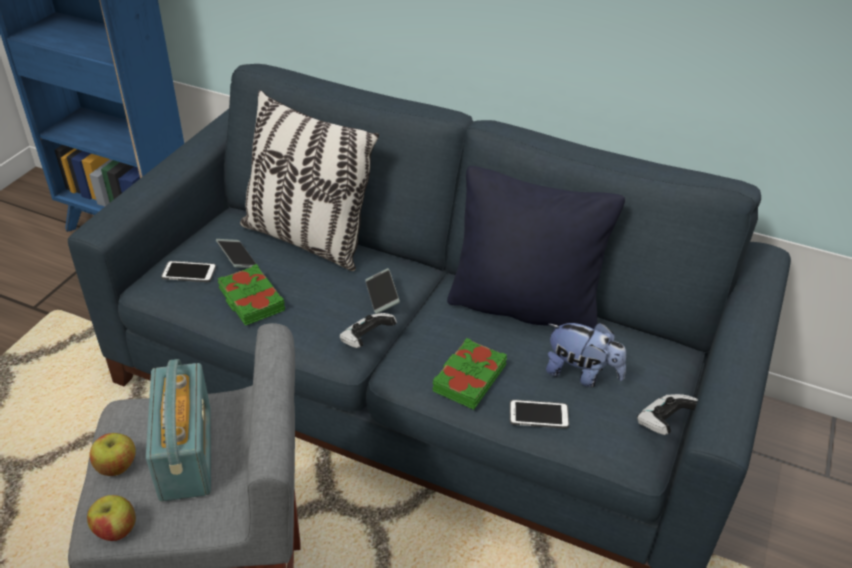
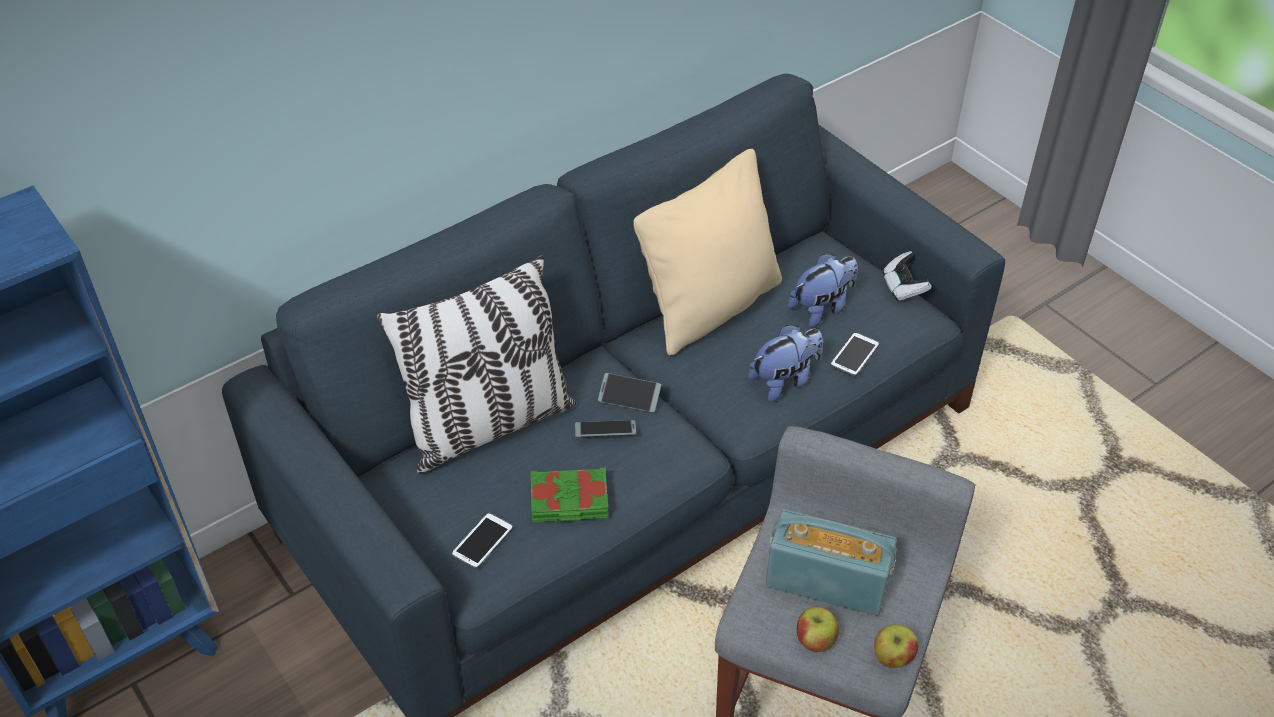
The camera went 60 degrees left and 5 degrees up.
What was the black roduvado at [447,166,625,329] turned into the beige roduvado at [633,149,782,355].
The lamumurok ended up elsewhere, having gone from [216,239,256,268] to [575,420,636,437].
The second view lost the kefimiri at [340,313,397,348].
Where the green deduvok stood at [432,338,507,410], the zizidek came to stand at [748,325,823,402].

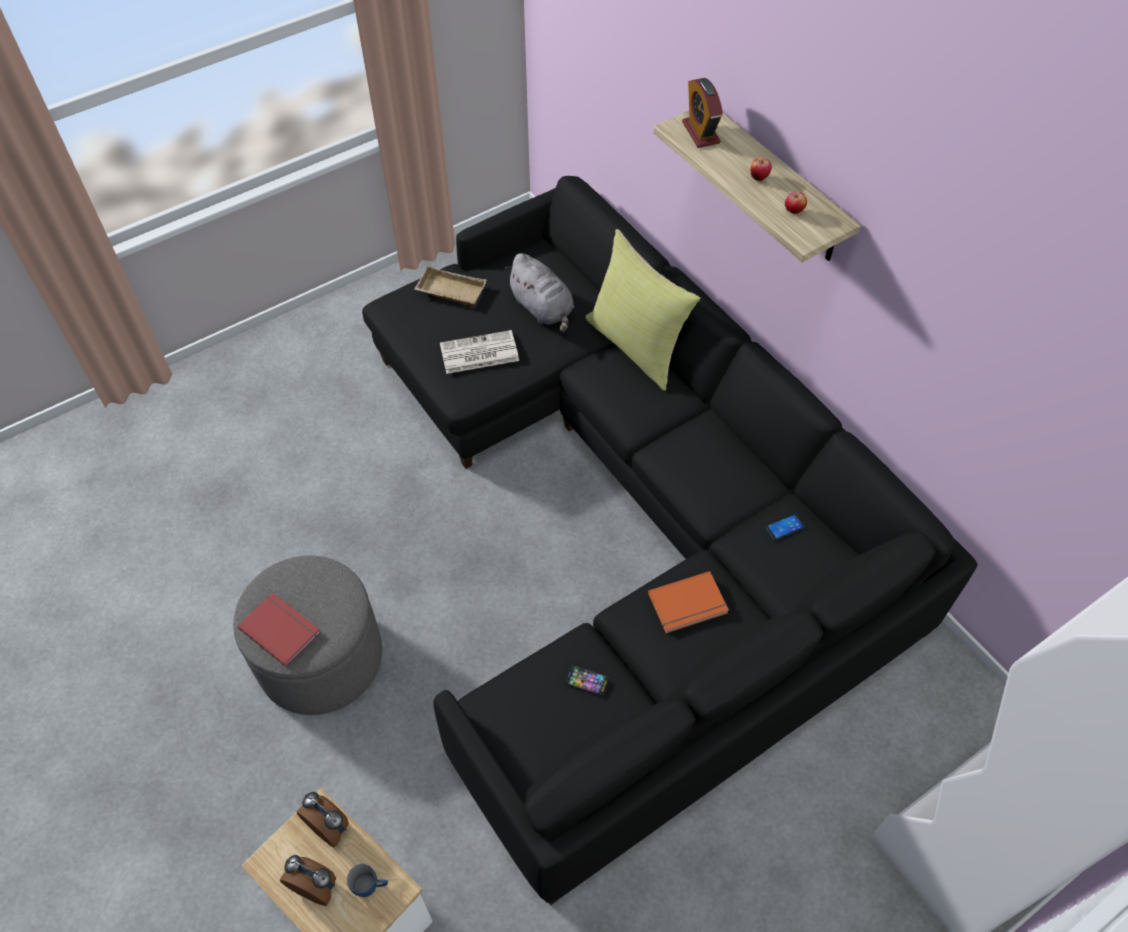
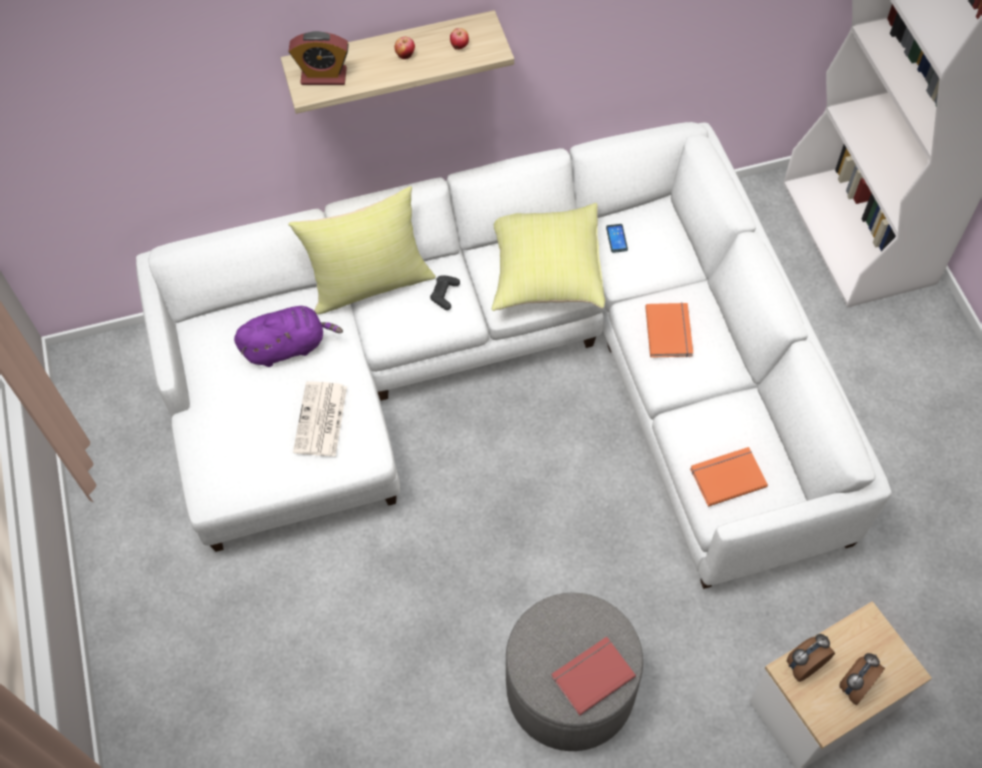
The camera went 70 degrees left and 5 degrees up.
What was the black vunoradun at [362,176,977,906] turned into the white vunoradun at [136,122,892,589].
What was the grey zizidek at [505,253,574,332] turned into the purple zizidek at [234,306,343,367].
The second view lost the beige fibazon at [414,266,487,306].
The second view lost the lamumurok at [565,666,609,696].
The second view lost the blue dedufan at [347,864,388,897].
The second view gained the yellow roduvado at [492,203,605,311].
The second view gained the black kefimiri at [430,275,460,310].
The second view gained the orange deduvok at [690,447,768,507].

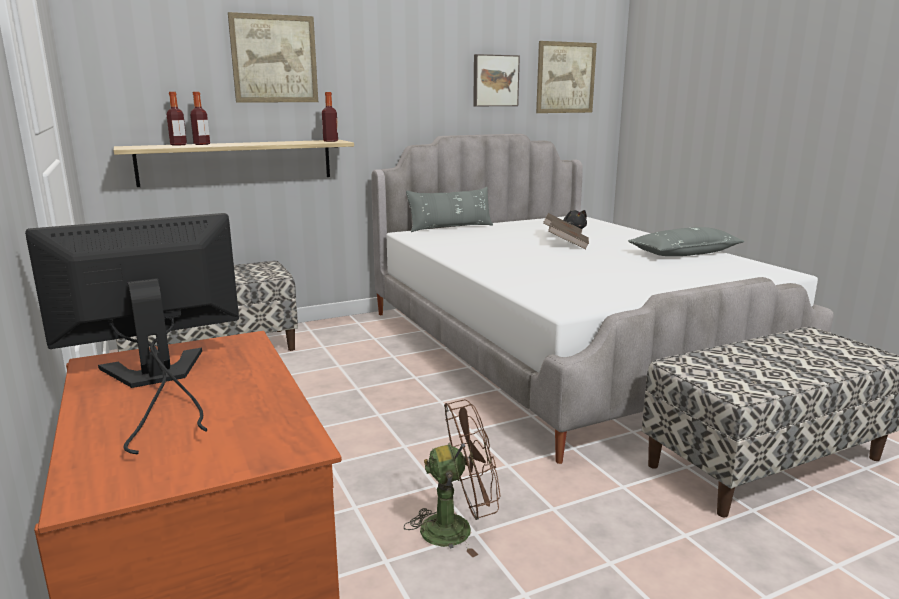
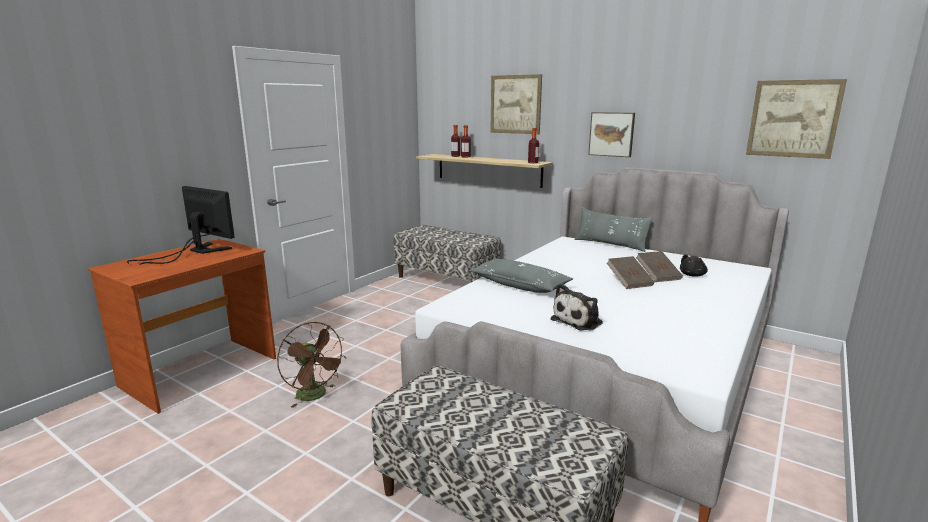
The camera went 60 degrees right and 0 degrees up.
The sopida ended up elsewhere, having gone from [473,54,520,106] to [588,112,635,157].
The grey roduvado ended up elsewhere, having gone from [628,227,745,256] to [469,259,573,293].
The second view gained the zizidek at [551,284,603,331].

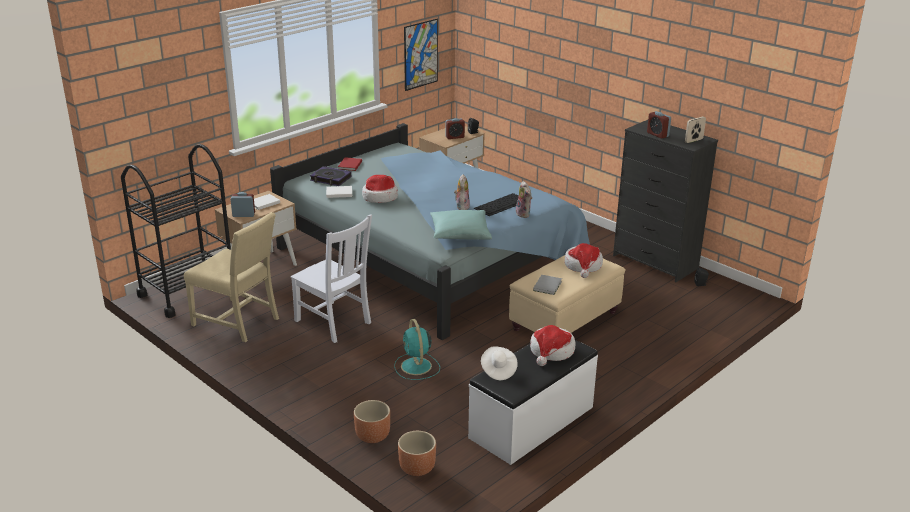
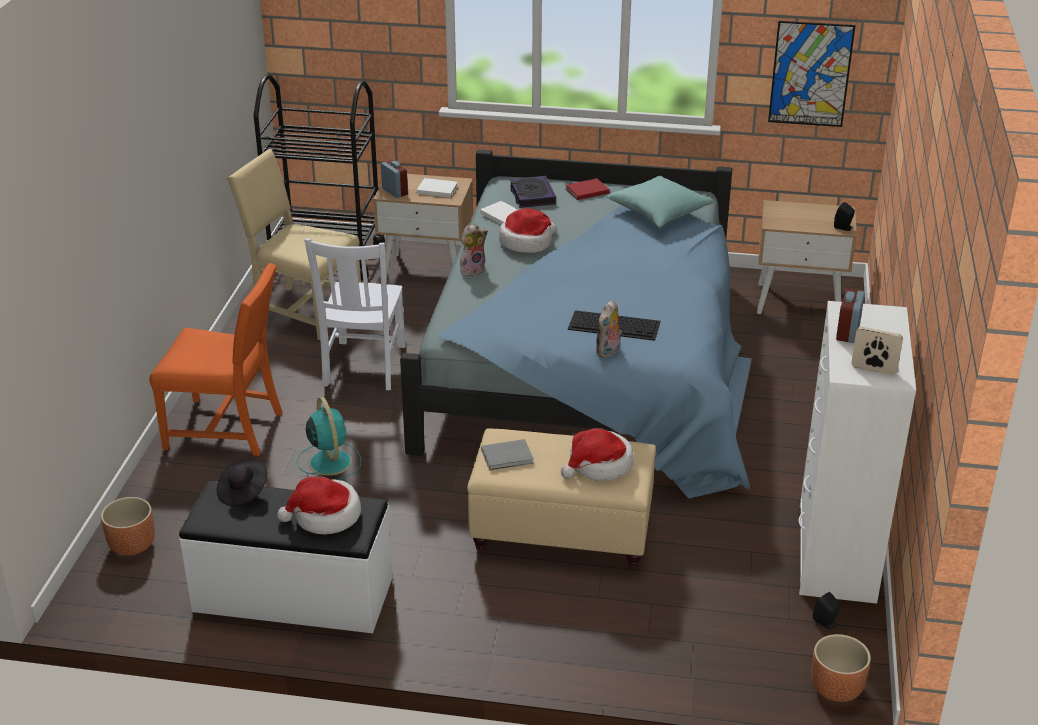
The camera went 55 degrees right and 5 degrees up.
The second view lost the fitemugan at [445,118,465,139].
What was the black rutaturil at [613,120,718,282] turned into the white rutaturil at [799,301,916,603].
The zizidek ended up elsewhere, having gone from [454,174,470,210] to [460,224,488,276].
The turquoise roduvado ended up elsewhere, having gone from [430,210,492,240] to [606,176,714,228].
The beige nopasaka at [184,212,279,342] ended up facing another way, 120 degrees clockwise from before.
The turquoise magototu at [394,319,440,380] ended up facing another way, 120 degrees clockwise from before.
What was the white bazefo at [481,346,518,380] turned into the black bazefo at [217,459,267,507].
The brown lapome ended up elsewhere, having gone from [354,400,390,443] to [811,634,871,702].
The second view gained the orange nopasaka at [150,263,283,456].

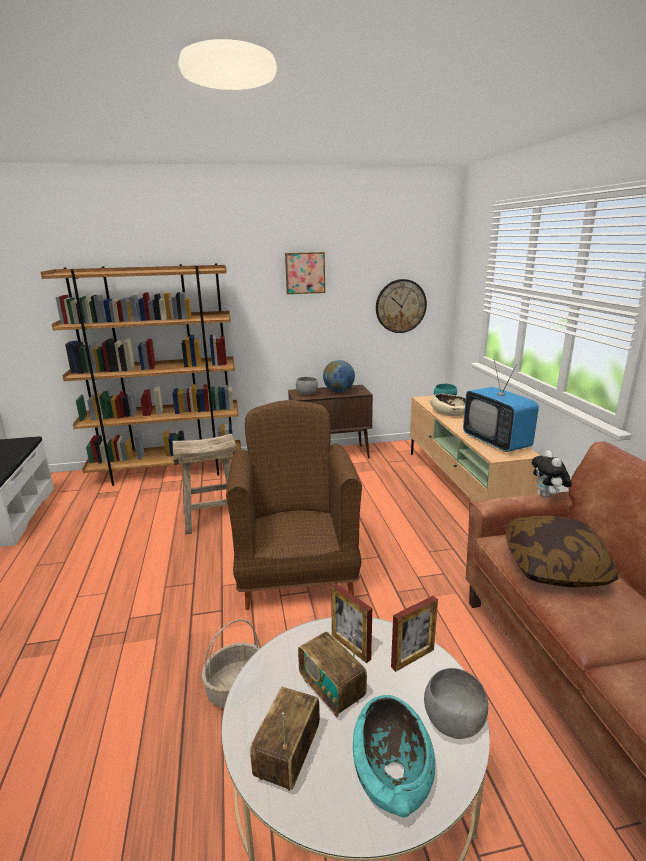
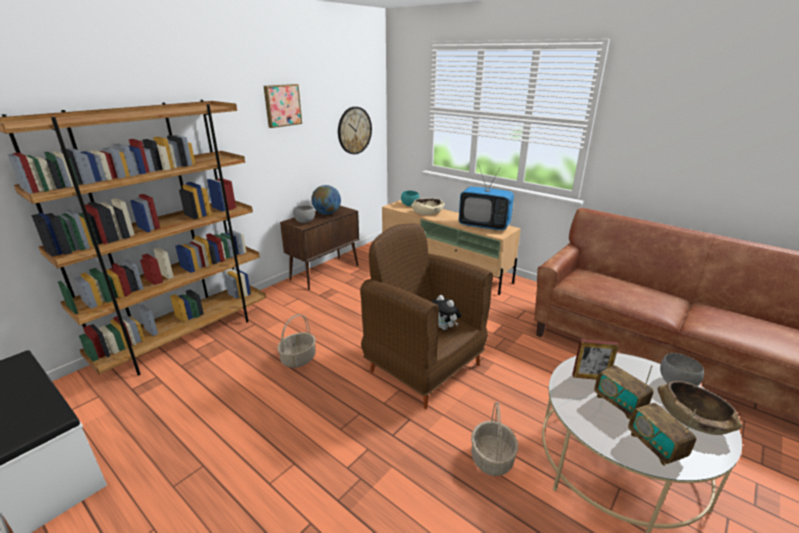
The camera went 40 degrees left and 5 degrees up.
Where the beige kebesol stood at [172,434,237,535], the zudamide came to stand at [277,314,316,368].
The zizidek ended up elsewhere, having gone from [532,450,572,498] to [432,295,461,330].
The second view lost the roduvado at [505,516,618,587].
The second view lost the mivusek at [391,596,438,672].
The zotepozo at [298,632,367,717] ended up facing another way, 45 degrees clockwise from before.
What was the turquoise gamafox at [353,695,435,817] turned into the brown gamafox at [658,381,742,435].

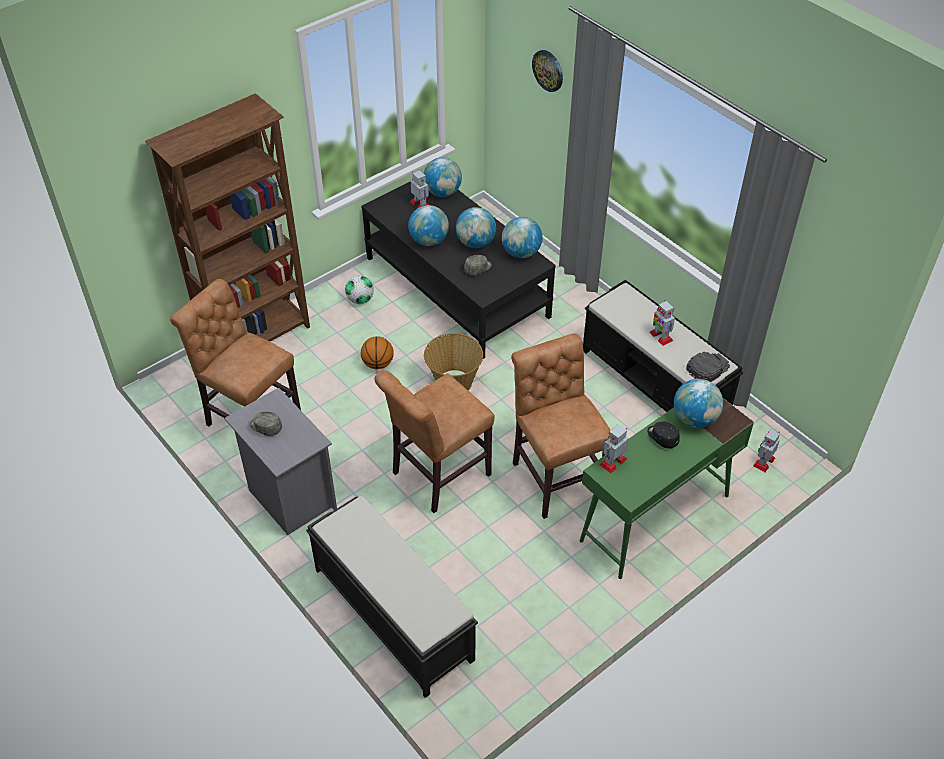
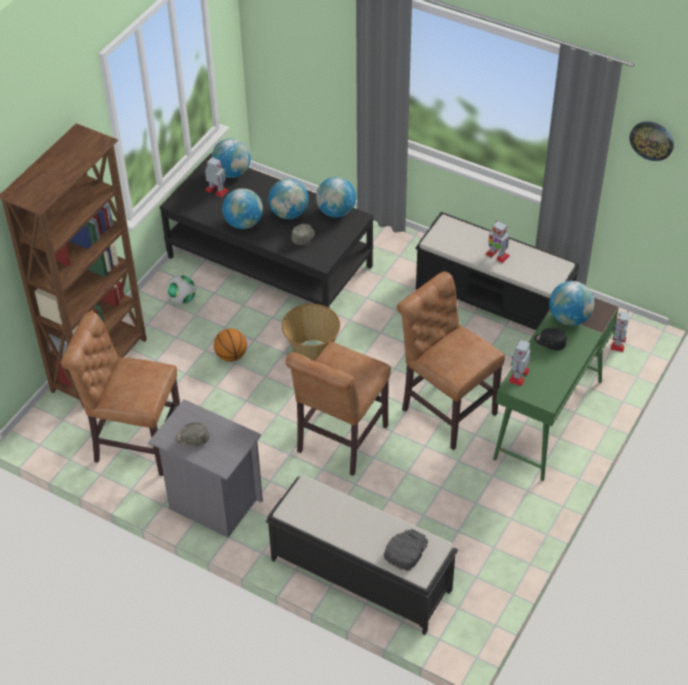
The camera went 20 degrees left and 0 degrees up.
The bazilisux ended up elsewhere, having gone from [532,50,563,92] to [629,121,674,161].
The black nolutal ended up elsewhere, having gone from [686,352,730,382] to [384,529,428,571].

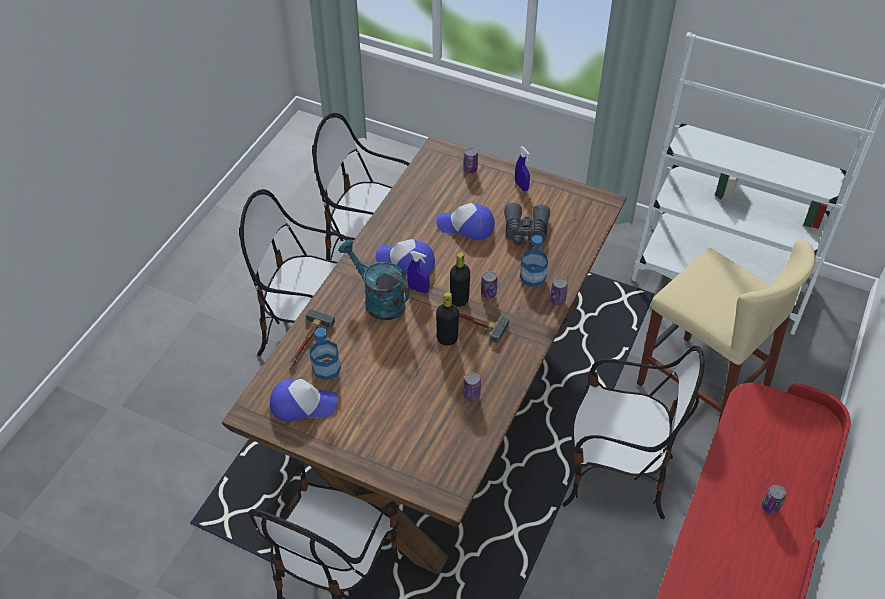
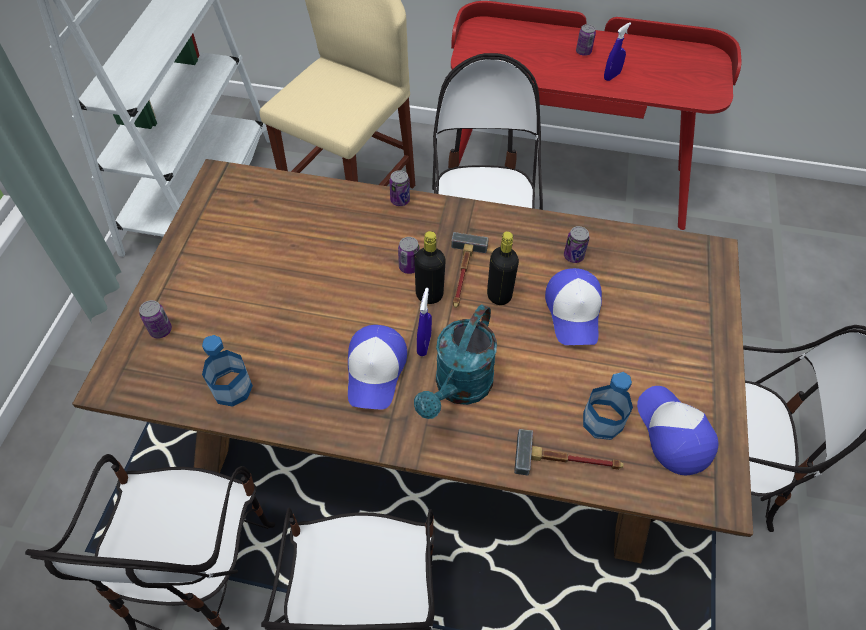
The camera went 105 degrees left and 5 degrees up.
The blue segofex ended up elsewhere, having gone from [515,146,530,191] to [604,22,631,81].
The nolutal ended up elsewhere, having gone from [436,203,495,240] to [545,268,602,345].
The second view lost the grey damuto at [504,203,550,247].
The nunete ended up elsewhere, having gone from [520,235,548,287] to [202,335,253,407].

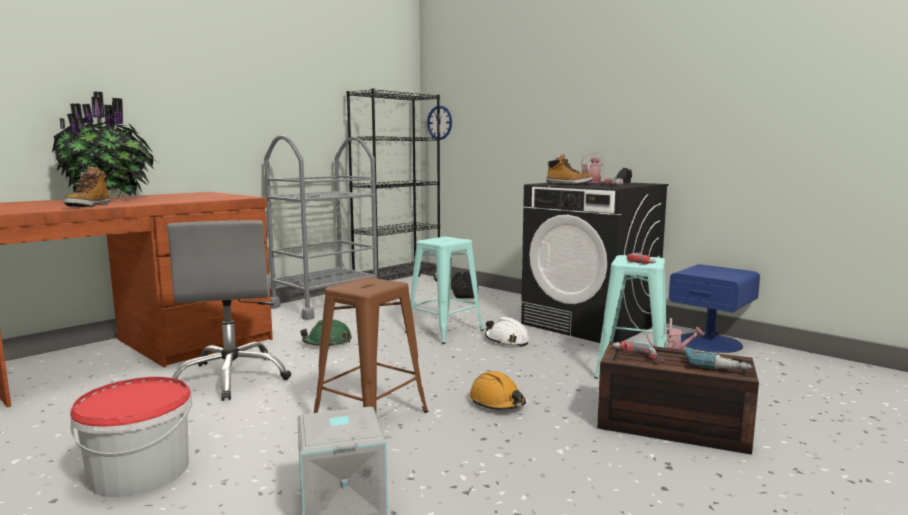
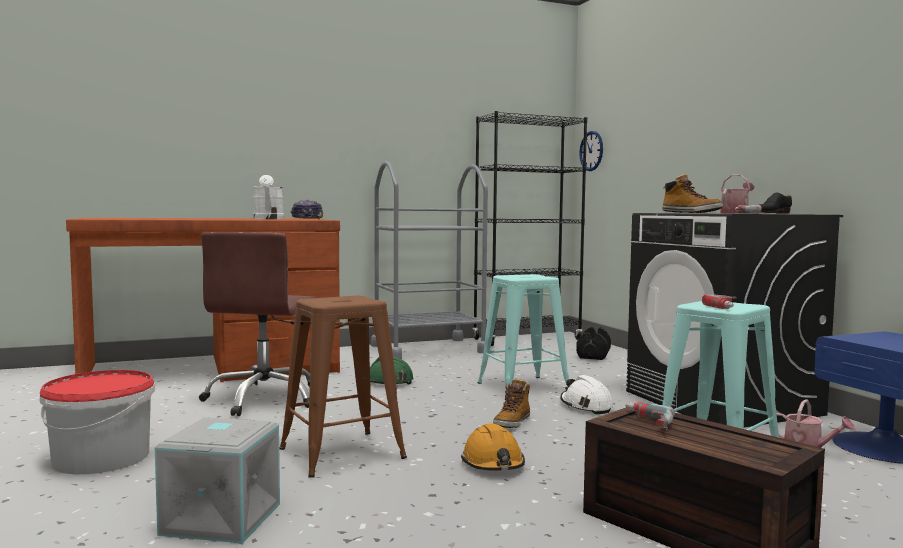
The camera went 25 degrees right and 5 degrees down.
The second view lost the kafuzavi at [52,91,158,197].
The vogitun ended up elsewhere, having gone from [63,167,110,207] to [493,378,530,428].
What was the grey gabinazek at [167,221,291,401] turned into the brown gabinazek at [199,232,316,416].
The second view lost the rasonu at [685,349,753,369].
The second view gained the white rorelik at [254,175,284,219].
The second view gained the nolutal at [291,200,323,219].

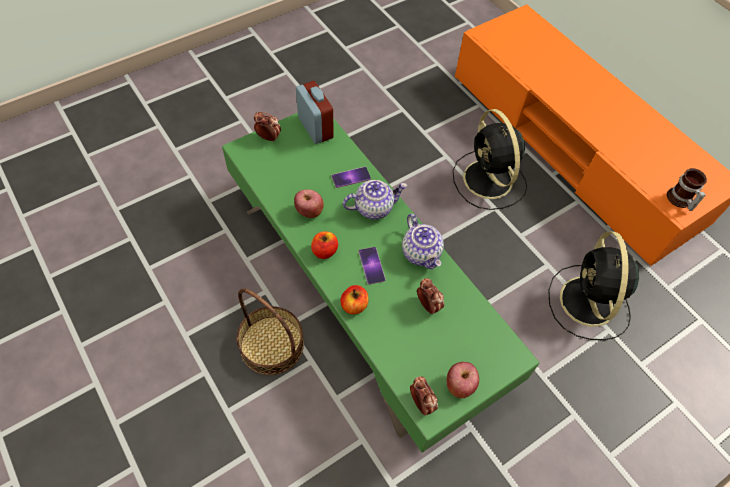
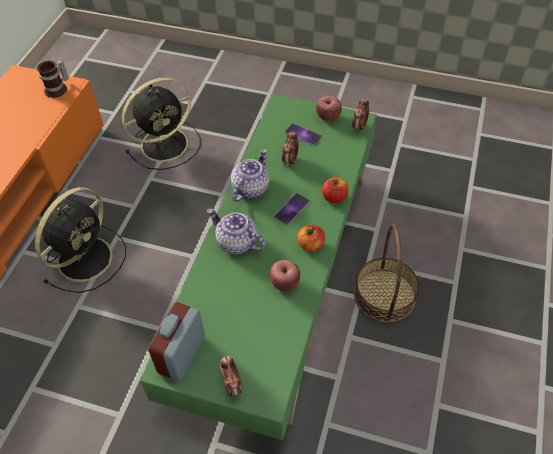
The camera went 125 degrees left and 5 degrees down.
The lamumurok ended up elsewhere, having gone from [332,167,371,188] to [285,123,322,146].

